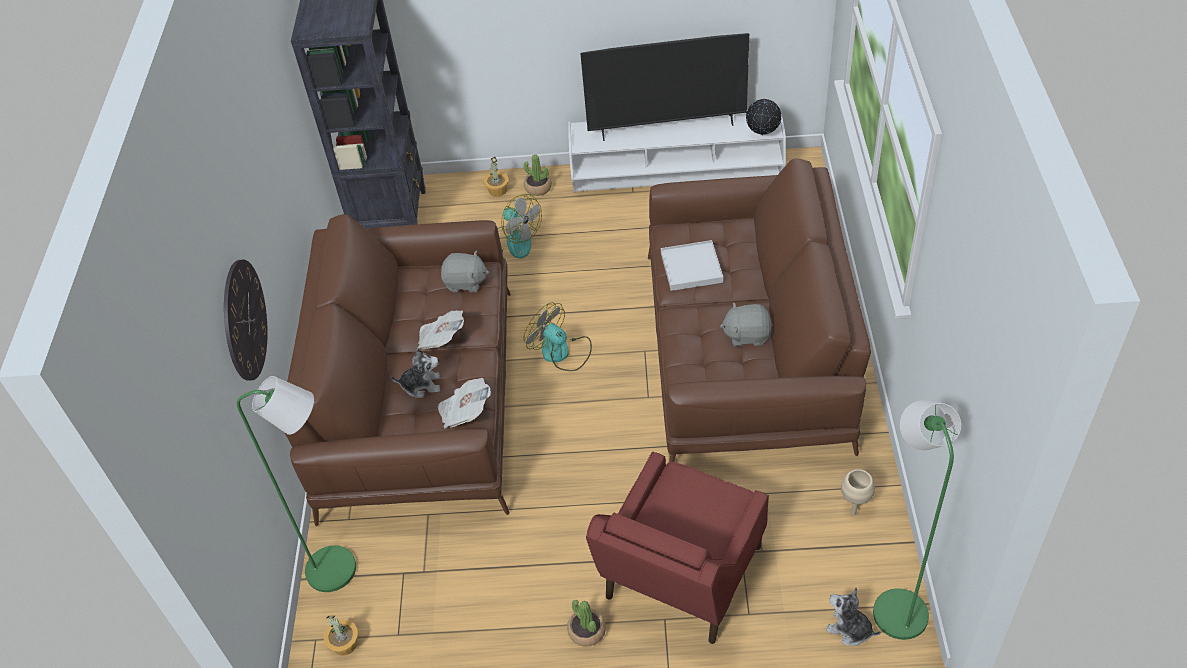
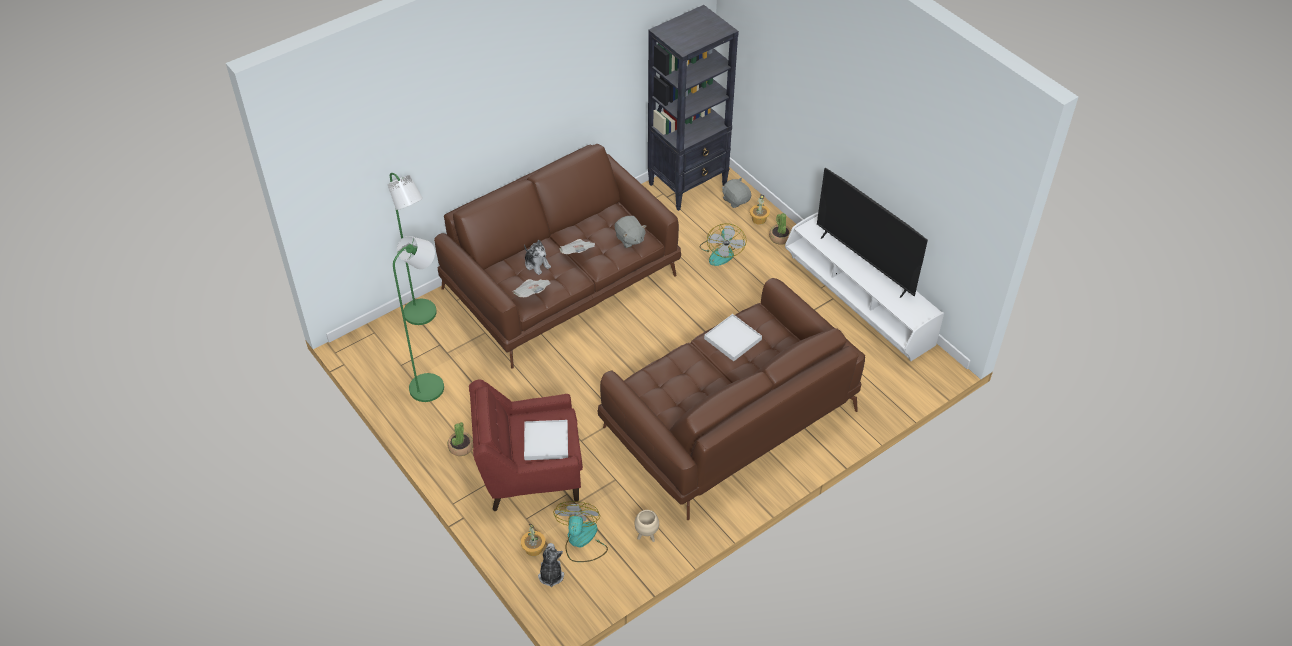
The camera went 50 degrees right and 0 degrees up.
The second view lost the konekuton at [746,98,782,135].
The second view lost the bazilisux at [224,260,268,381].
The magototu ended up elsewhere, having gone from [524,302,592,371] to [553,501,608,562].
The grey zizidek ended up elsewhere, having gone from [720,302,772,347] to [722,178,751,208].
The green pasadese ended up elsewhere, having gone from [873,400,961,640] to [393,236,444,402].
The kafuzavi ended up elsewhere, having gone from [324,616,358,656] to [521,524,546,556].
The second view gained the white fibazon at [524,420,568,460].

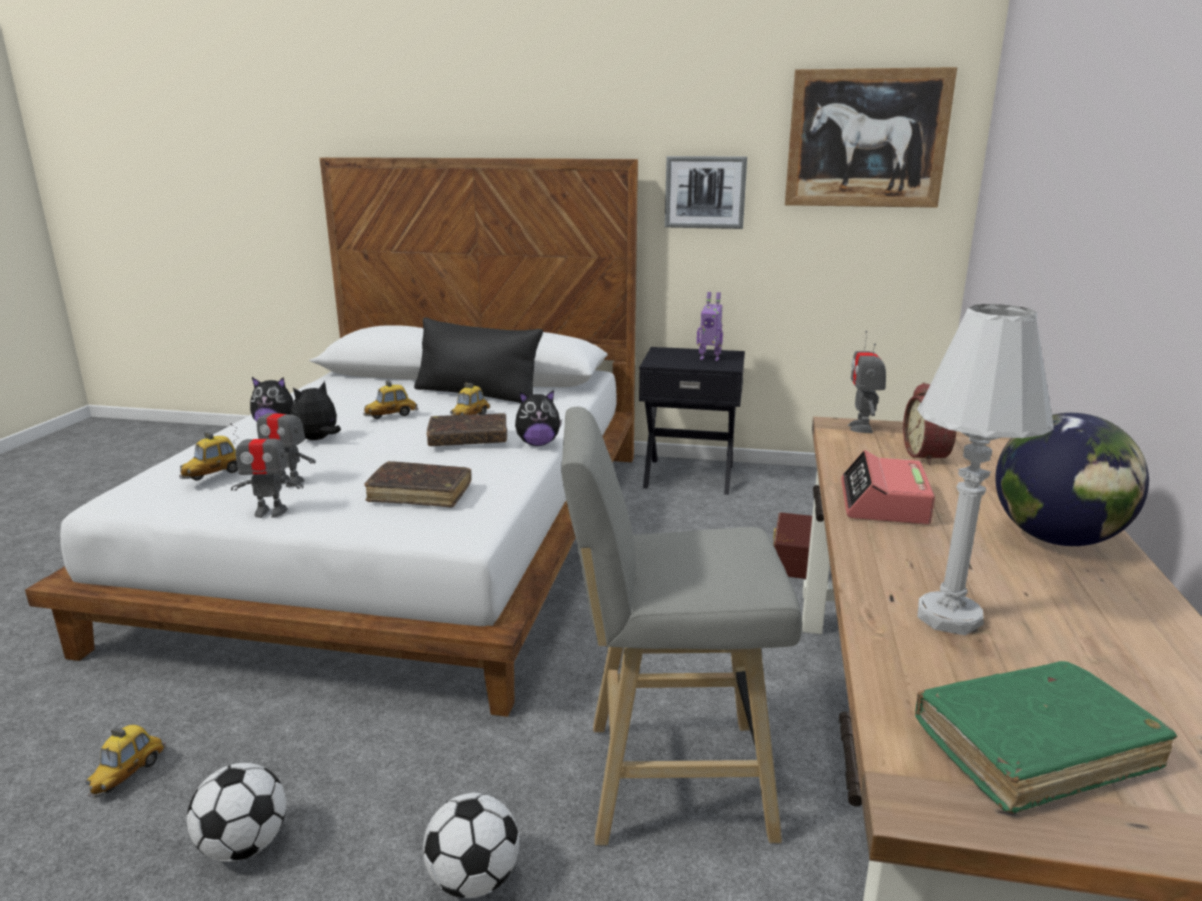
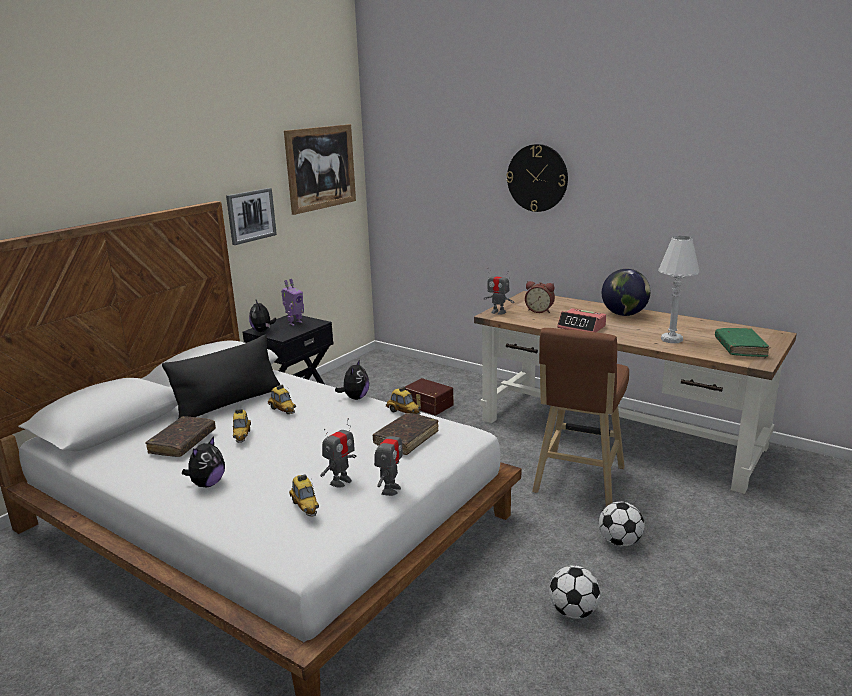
The camera went 65 degrees left and 0 degrees up.
The zizidek ended up elsewhere, having gone from [291,381,341,440] to [249,300,276,332].
What was the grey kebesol at [561,407,802,846] turned into the brown kebesol at [532,328,629,506].
The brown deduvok ended up elsewhere, having gone from [427,413,507,446] to [145,416,216,457].
The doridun ended up elsewhere, having gone from [85,725,166,799] to [386,386,421,415].
The second view gained the bazilisux at [507,144,568,212].

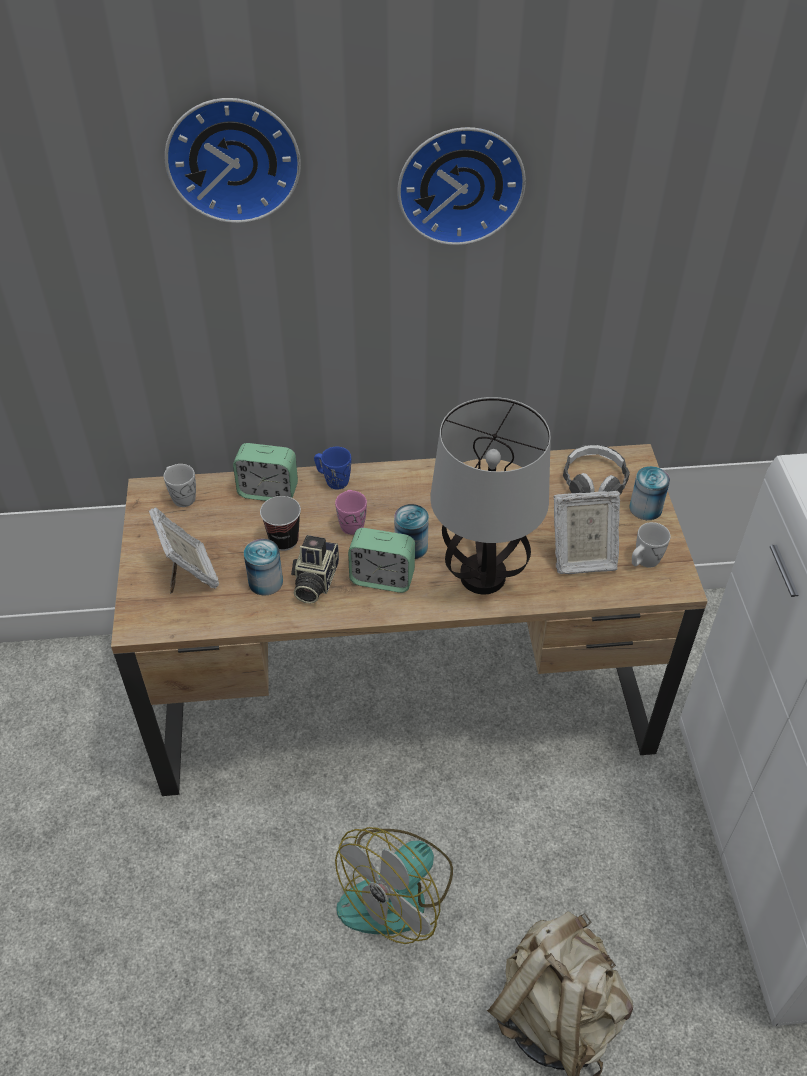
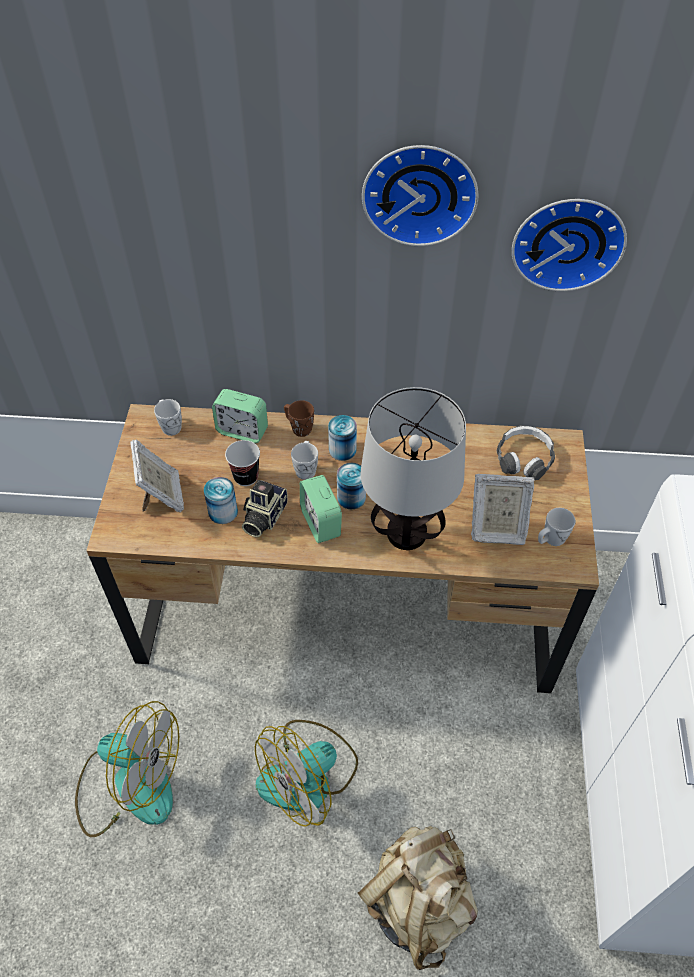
The camera went 10 degrees right and 5 degrees up.
The bazilisux ended up elsewhere, having gone from [165,98,301,223] to [512,199,627,291].
What was the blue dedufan at [314,447,351,489] turned into the brown dedufan at [284,400,314,437].
The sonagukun ended up elsewhere, having gone from [629,466,670,520] to [328,415,357,461].
What was the pink dedufan at [335,490,367,535] turned into the white dedufan at [291,441,318,480].
The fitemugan at [348,528,415,593] ended up facing another way, 45 degrees clockwise from before.
The second view gained the magototu at [75,701,179,837].

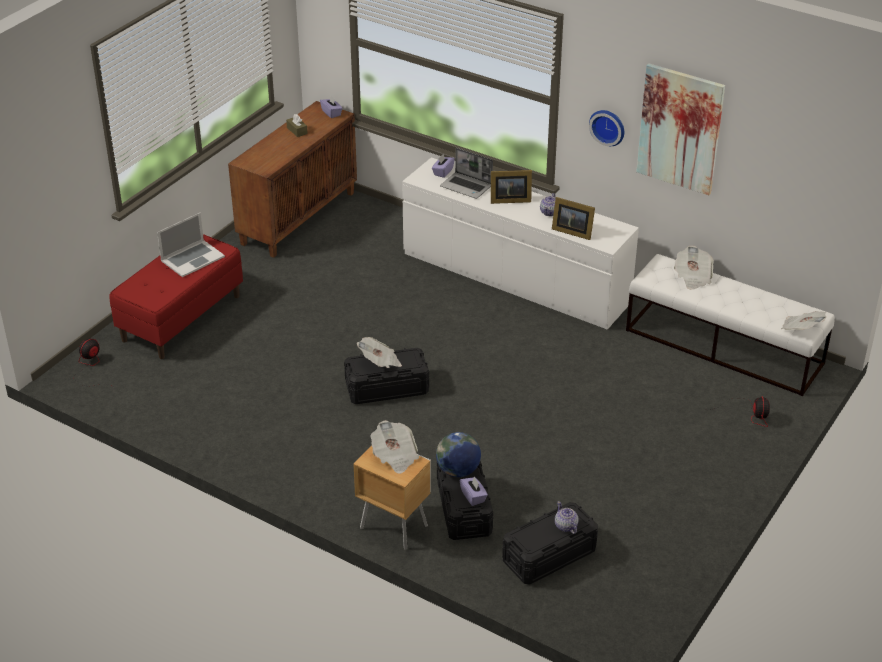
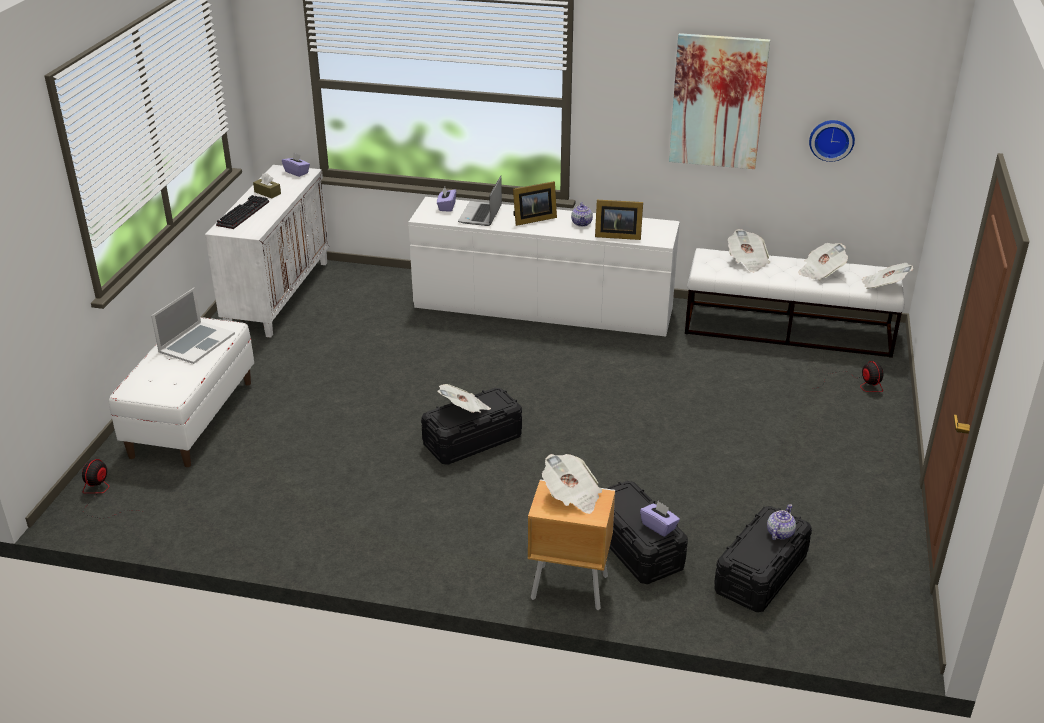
The camera went 20 degrees left and 5 degrees down.
What was the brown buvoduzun at [228,101,357,258] turned into the white buvoduzun at [205,165,330,338].
The bazilisux ended up elsewhere, having gone from [589,110,624,146] to [809,120,855,162].
The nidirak at [440,148,493,199] ended up facing another way, 90 degrees clockwise from before.
What was the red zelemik at [109,234,243,359] turned into the white zelemik at [109,317,254,467].
The second view lost the konekuton at [436,432,481,477].
The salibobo at [555,501,578,534] ended up facing another way, 75 degrees clockwise from before.
The second view gained the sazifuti at [216,195,269,229].
The second view gained the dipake at [798,243,848,280].

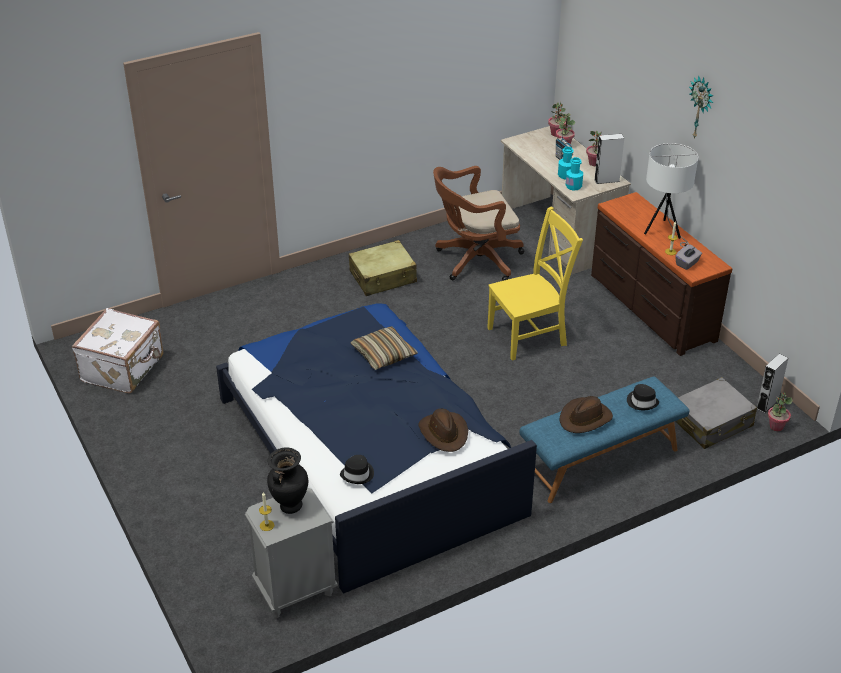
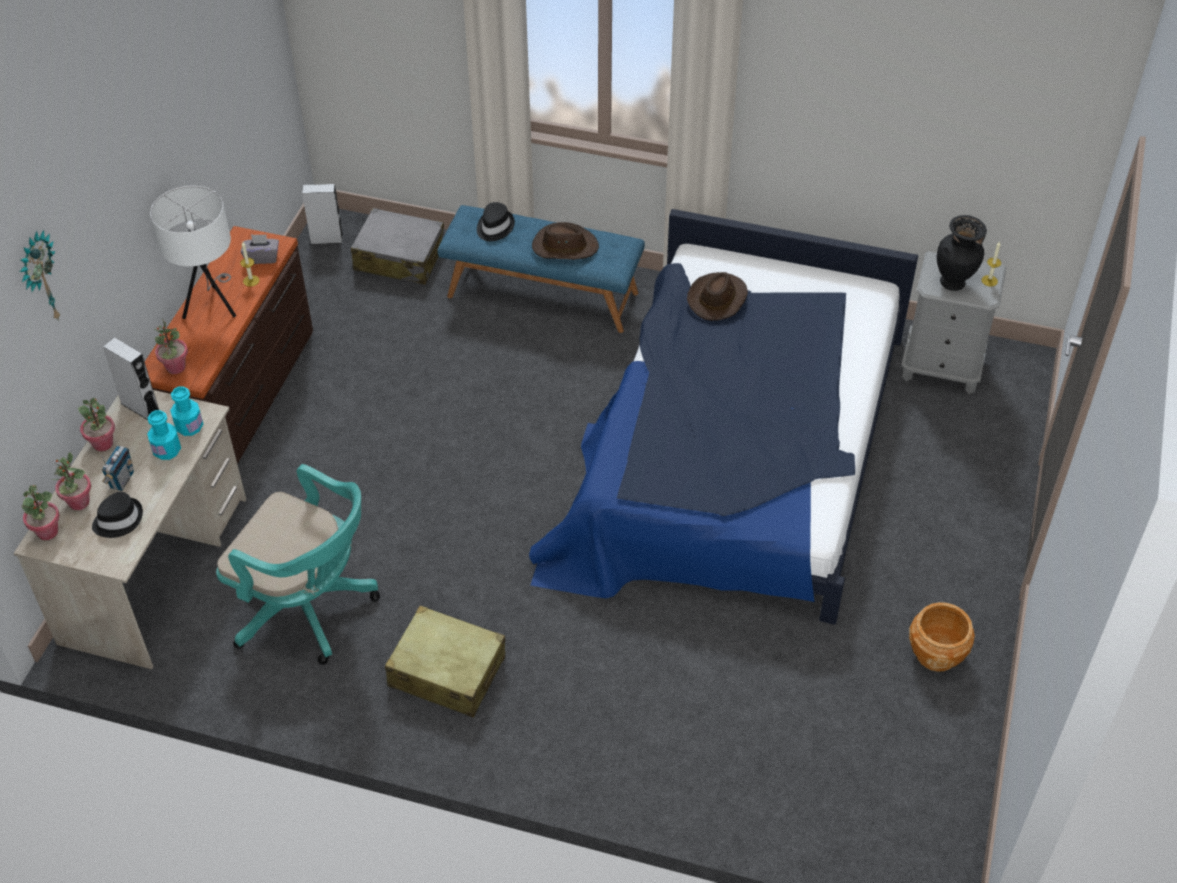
The camera went 135 degrees left and 10 degrees up.
The bazilisux ended up elsewhere, having gone from [689,75,713,138] to [20,230,61,321].
What was the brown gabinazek at [433,166,524,281] turned into the turquoise gabinazek at [216,464,380,665].
The second view lost the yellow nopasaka at [487,207,583,360].
The second view lost the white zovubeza at [72,308,164,393].
The second view lost the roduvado at [350,326,418,370].
The kafuzavi ended up elsewhere, having gone from [768,393,793,431] to [155,319,188,374].
The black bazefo ended up elsewhere, having gone from [340,455,374,484] to [92,492,143,538].
The second view gained the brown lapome at [909,602,975,672].

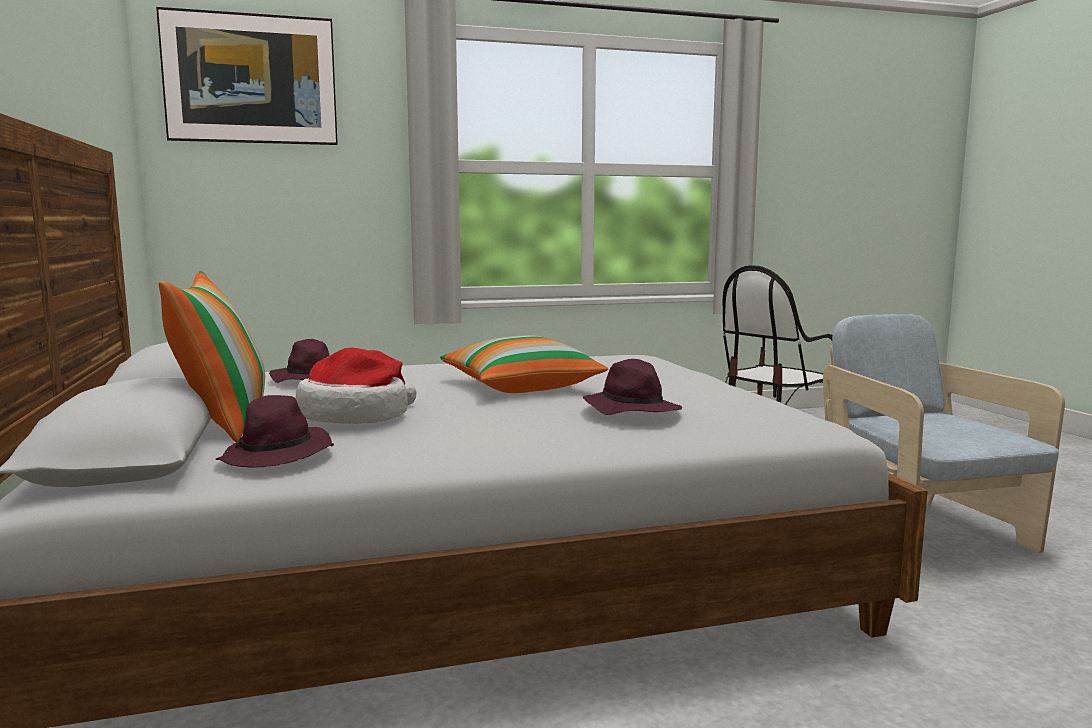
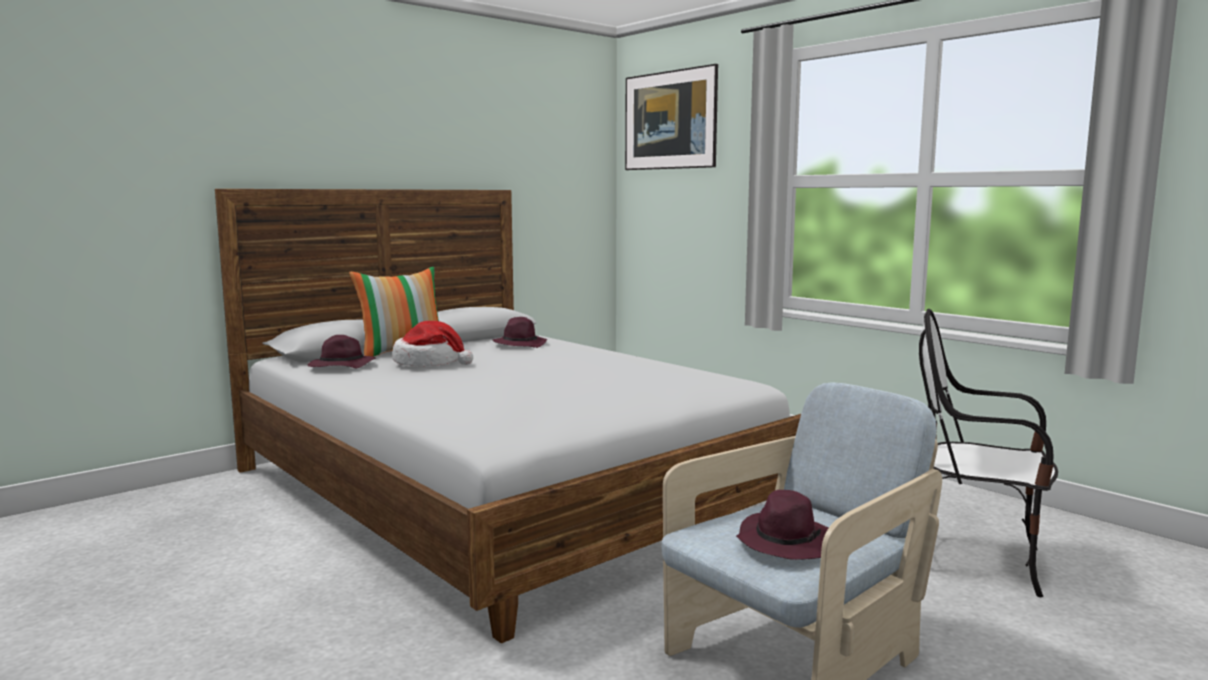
The camera went 65 degrees right and 0 degrees up.
The second view lost the roduvado at [440,335,608,393].
The purple bazefo ended up elsewhere, having gone from [583,359,682,415] to [736,490,828,560].

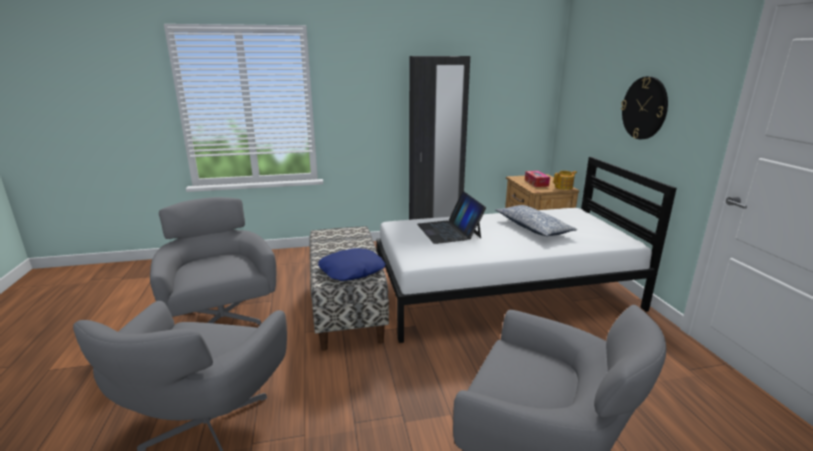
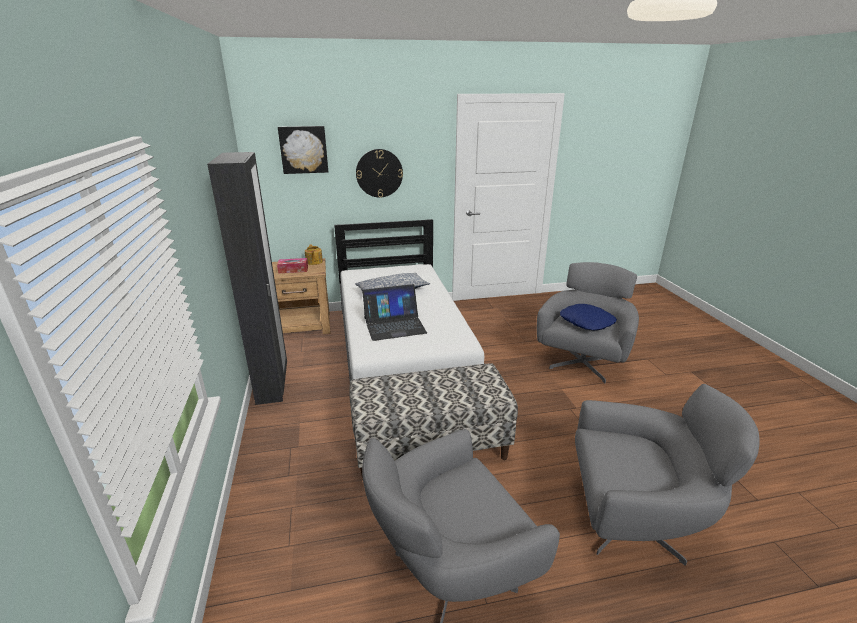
The camera went 90 degrees left and 5 degrees up.
The blue roduvado ended up elsewhere, having gone from [318,248,386,281] to [560,304,617,330].
The second view gained the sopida at [278,126,328,174].

